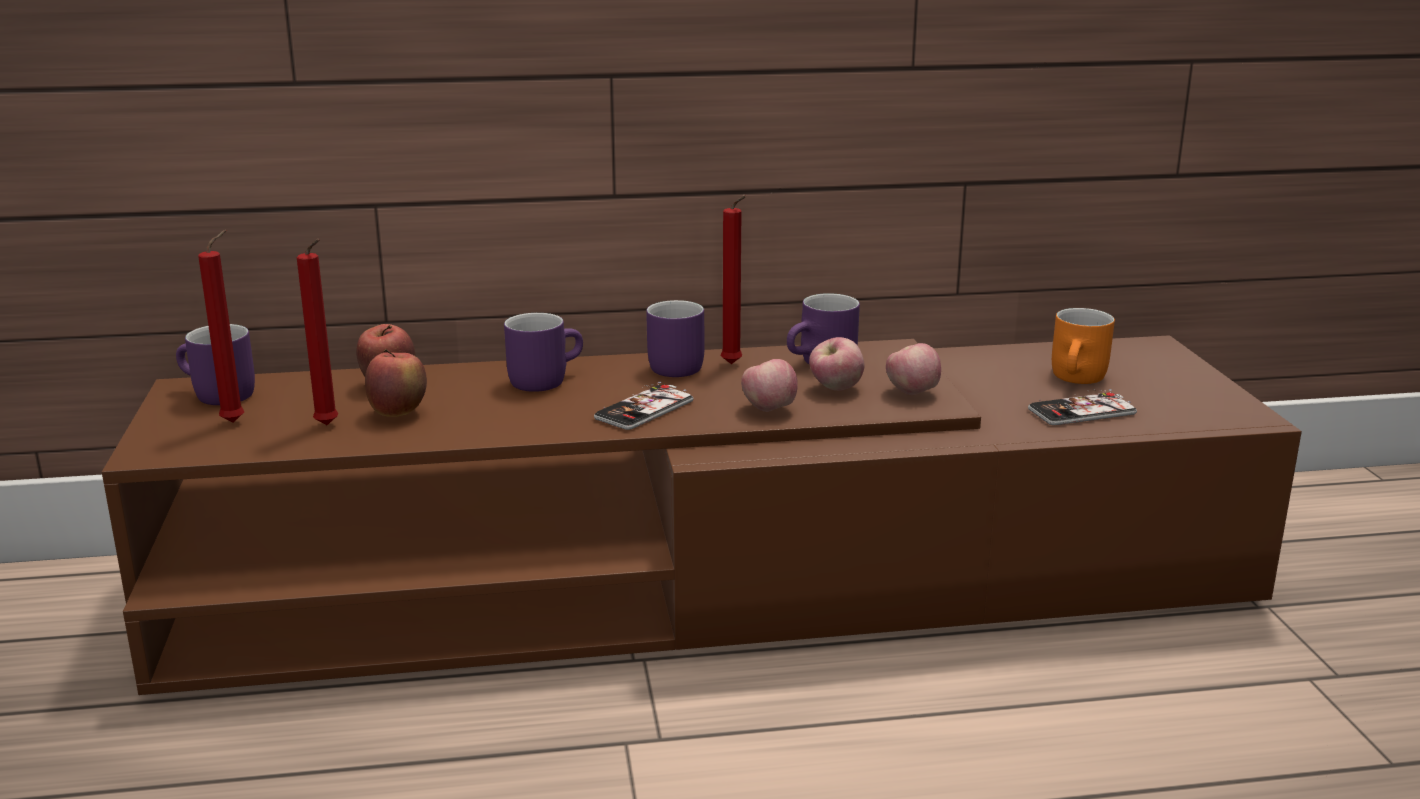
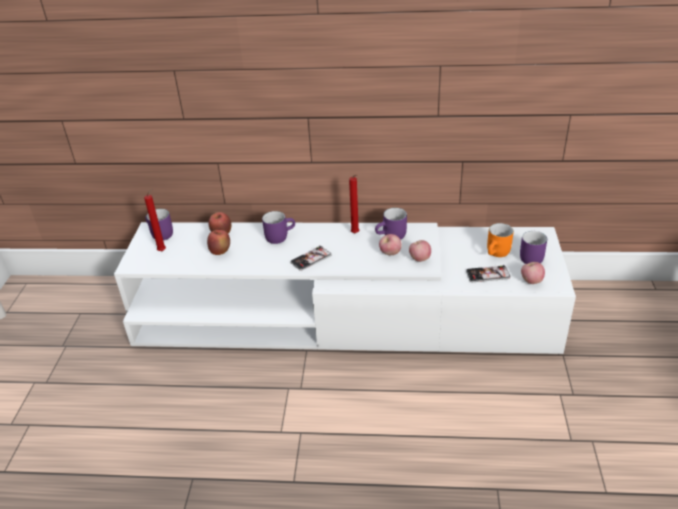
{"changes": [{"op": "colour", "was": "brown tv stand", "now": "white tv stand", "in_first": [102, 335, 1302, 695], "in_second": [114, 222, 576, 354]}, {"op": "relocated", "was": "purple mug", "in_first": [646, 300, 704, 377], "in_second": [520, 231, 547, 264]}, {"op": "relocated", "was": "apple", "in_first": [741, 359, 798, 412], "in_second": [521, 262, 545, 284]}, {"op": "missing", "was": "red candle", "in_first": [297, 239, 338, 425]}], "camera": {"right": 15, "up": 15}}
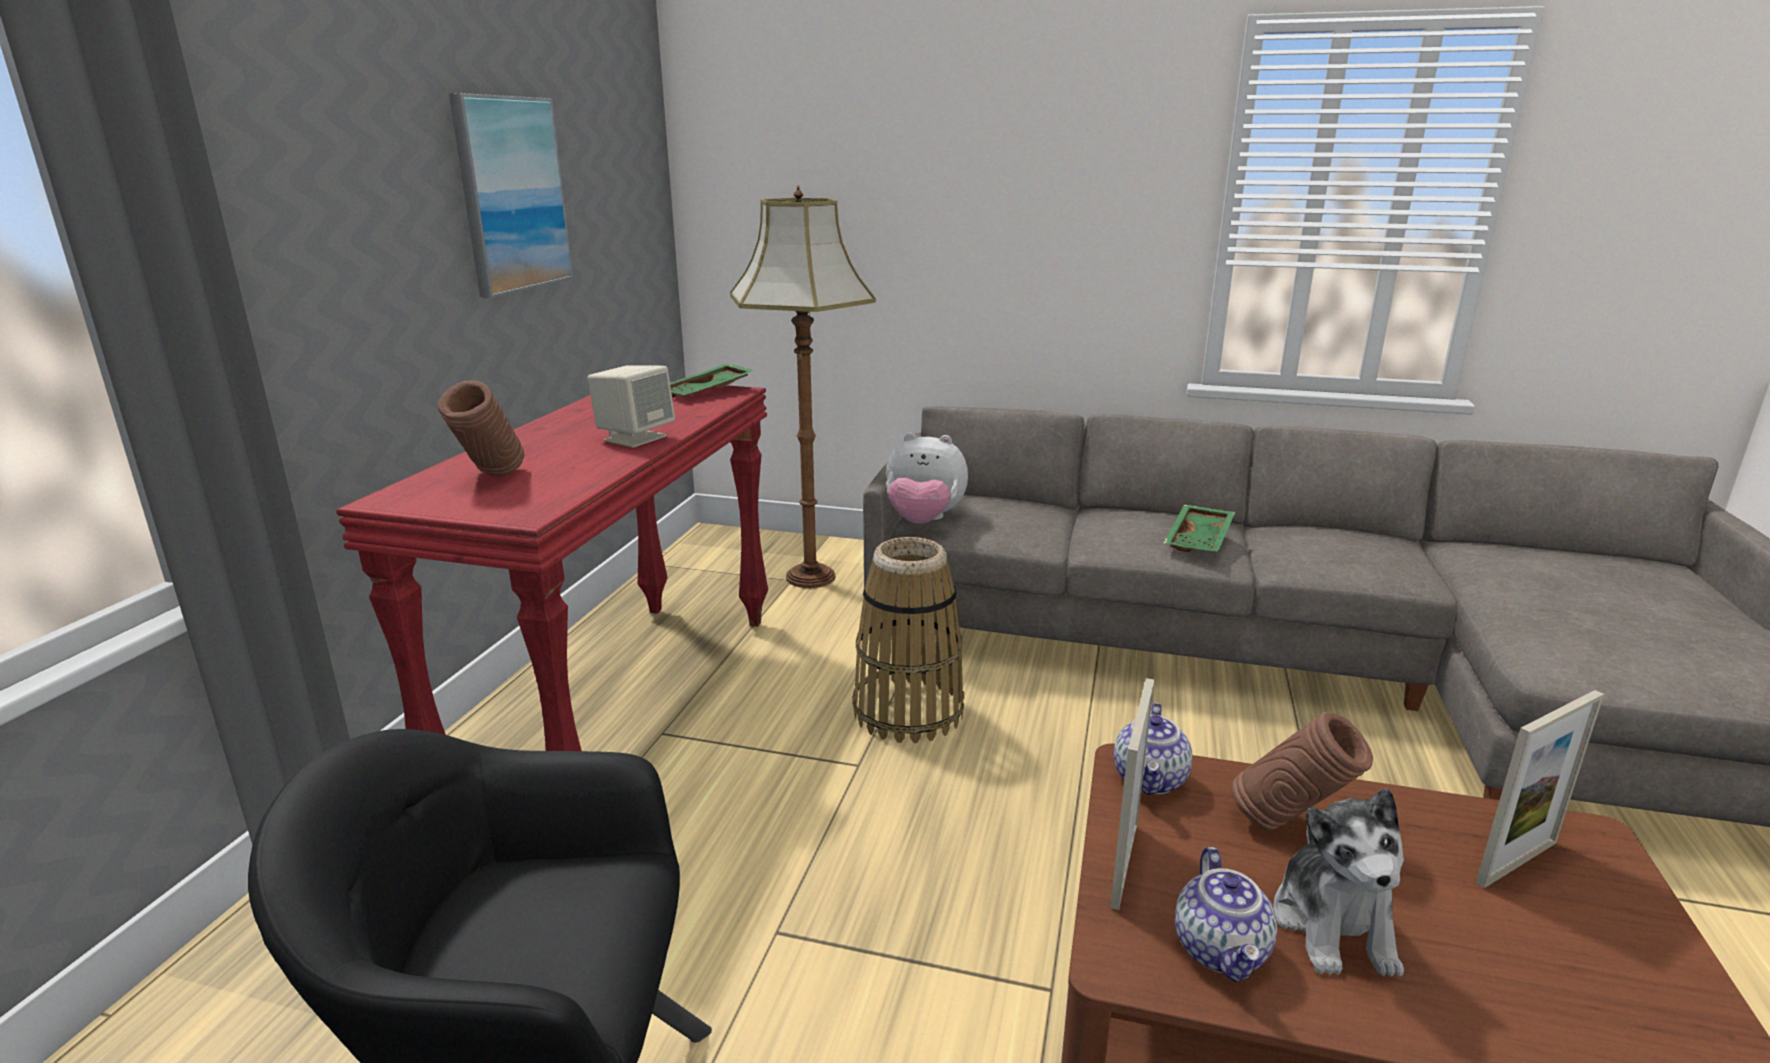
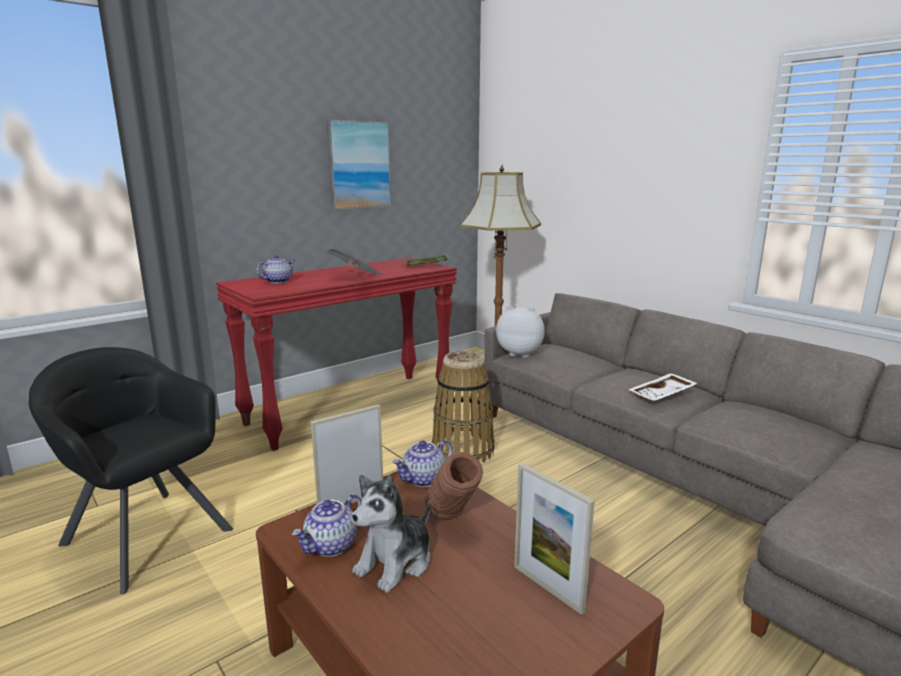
{"changes": [{"op": "exchanged", "was": "brown vase", "now": "teapot", "in_first": [437, 380, 524, 476], "in_second": [256, 255, 296, 283]}, {"op": "exchanged", "was": "beige speaker", "now": "newspaper", "in_first": [588, 365, 675, 448], "in_second": [327, 249, 382, 274]}, {"op": "spun", "was": "plush toy", "in_first": [886, 433, 968, 524], "in_second": [496, 305, 545, 357], "clockwise": 150}, {"op": "spun", "was": "picture frame", "in_first": [1476, 690, 1604, 888], "in_second": [514, 463, 595, 615], "clockwise": 45}, {"op": "colour", "was": "green tray", "now": "white tray", "in_first": [1164, 505, 1235, 552], "in_second": [628, 373, 698, 401]}], "camera": {"right": 35, "up": -5}}
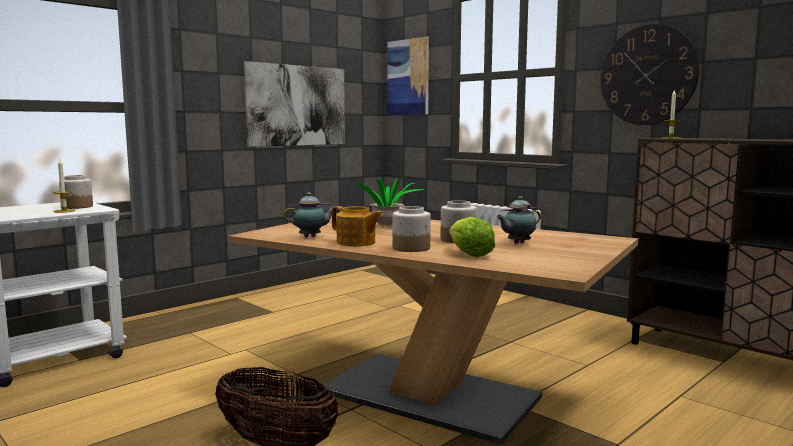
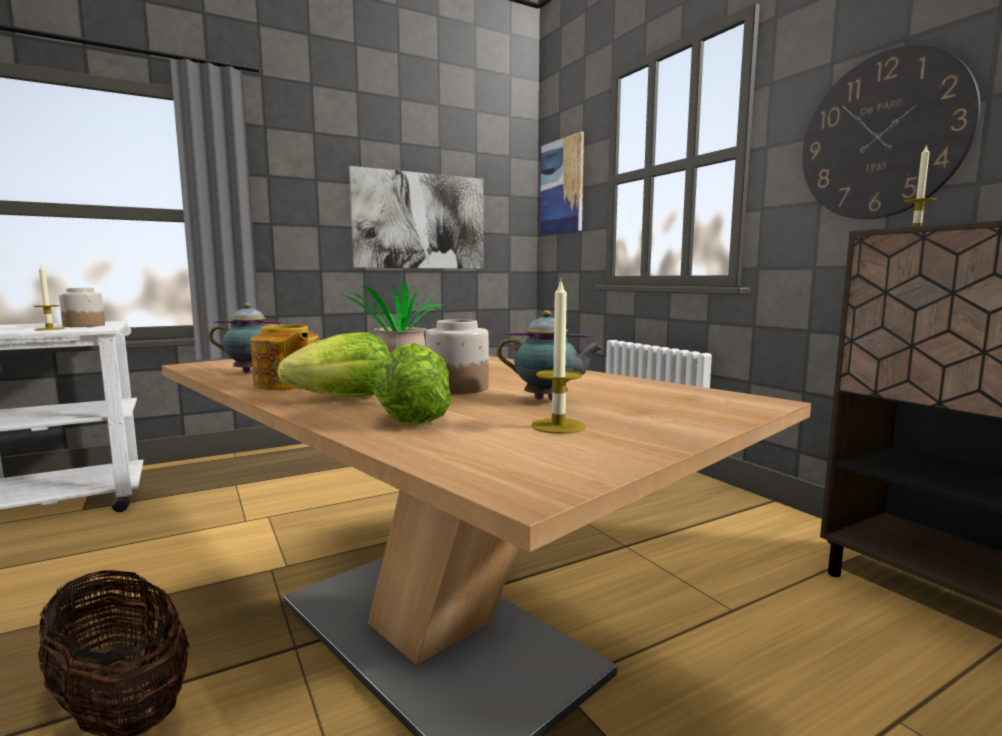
{"changes": [{"op": "exchanged", "was": "jar", "now": "lettuce", "in_first": [392, 206, 431, 252], "in_second": [277, 332, 390, 397]}, {"op": "spun", "was": "teapot", "in_first": [496, 196, 541, 244], "in_second": [497, 310, 603, 400], "clockwise": -150}, {"op": "appeared", "now": "candle", "in_second": [531, 281, 586, 434]}], "camera": {"right": 15, "up": 0}}
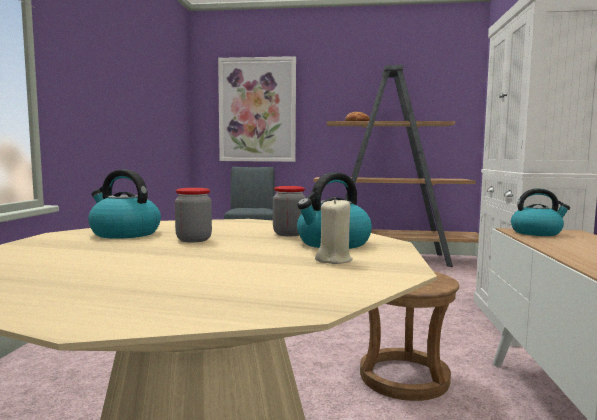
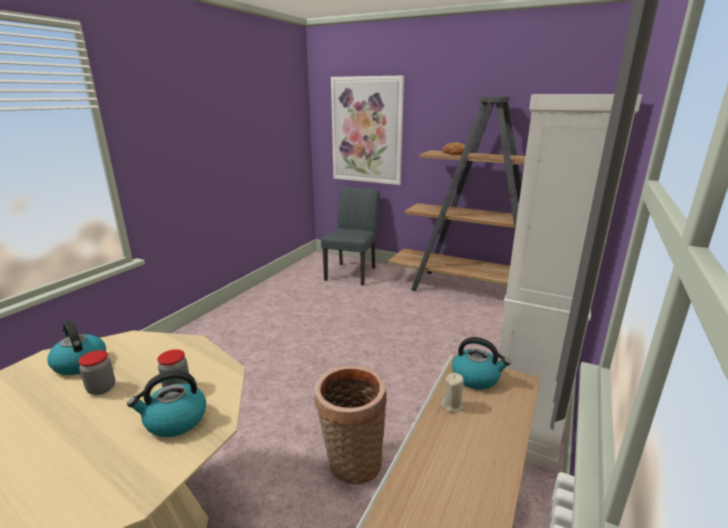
{"changes": [{"op": "exchanged", "was": "brown stool", "now": "basket", "in_first": [360, 271, 459, 401], "in_second": [314, 366, 387, 485]}, {"op": "relocated", "was": "beige candle", "in_first": [315, 197, 353, 264], "in_second": [441, 373, 464, 413]}], "camera": {"right": 20, "up": 15}}
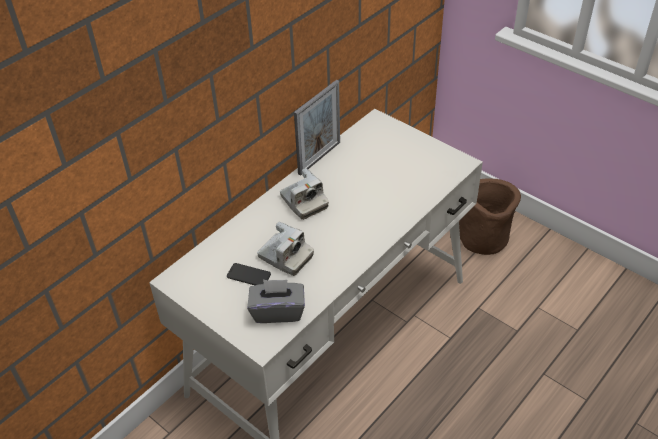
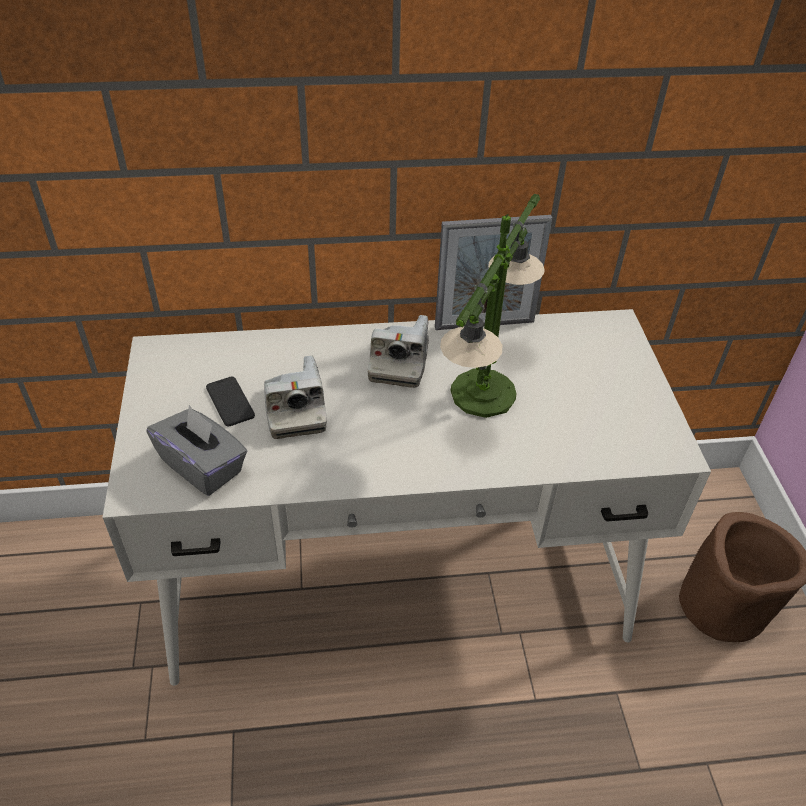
{"changes": [{"op": "appeared", "now": "table lamp", "in_second": [440, 194, 545, 418]}], "camera": {"right": 40, "up": 0}}
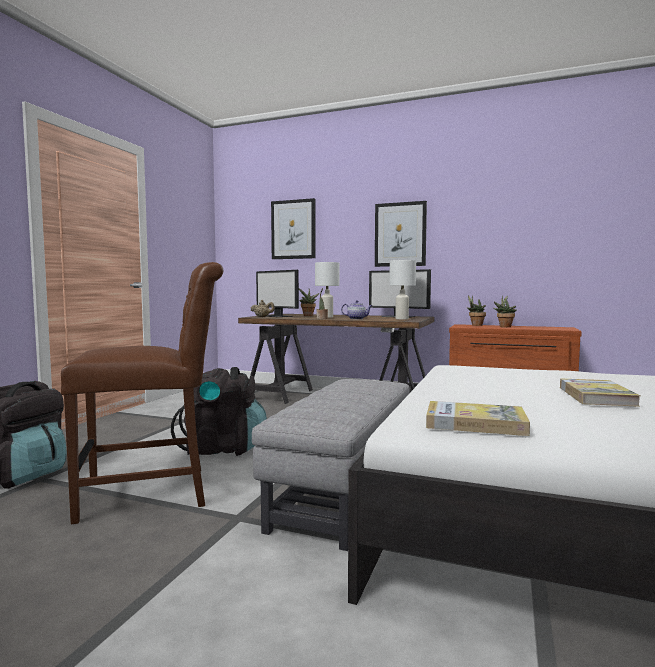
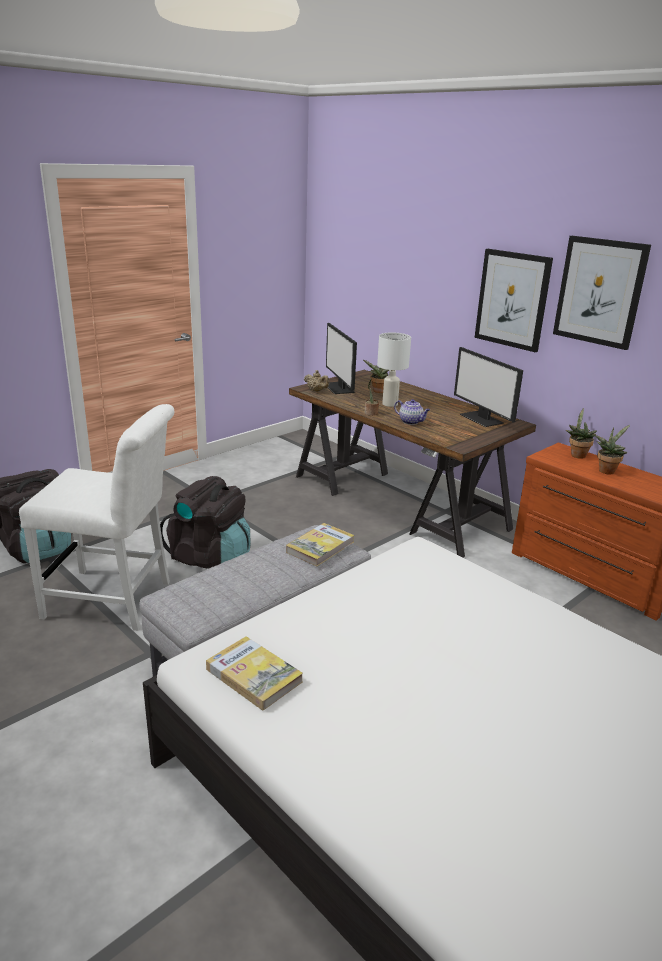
{"changes": [{"op": "colour", "was": "brown chair", "now": "white chair", "in_first": [61, 262, 223, 524], "in_second": [19, 404, 174, 631]}, {"op": "relocated", "was": "book", "in_first": [560, 379, 641, 407], "in_second": [286, 523, 354, 566]}, {"op": "relocated", "was": "picture", "in_first": [271, 198, 316, 259], "in_second": [553, 236, 651, 350]}, {"op": "missing", "was": "white table lamp", "in_first": [389, 260, 416, 320]}], "camera": {"right": 25, "up": 20}}
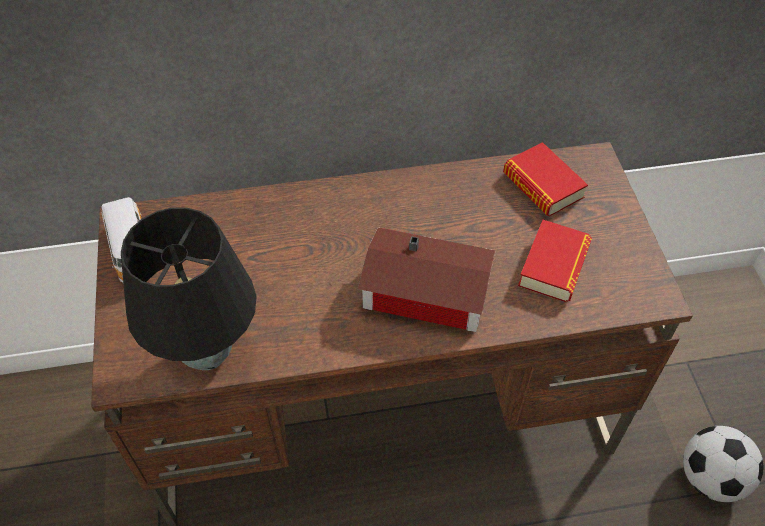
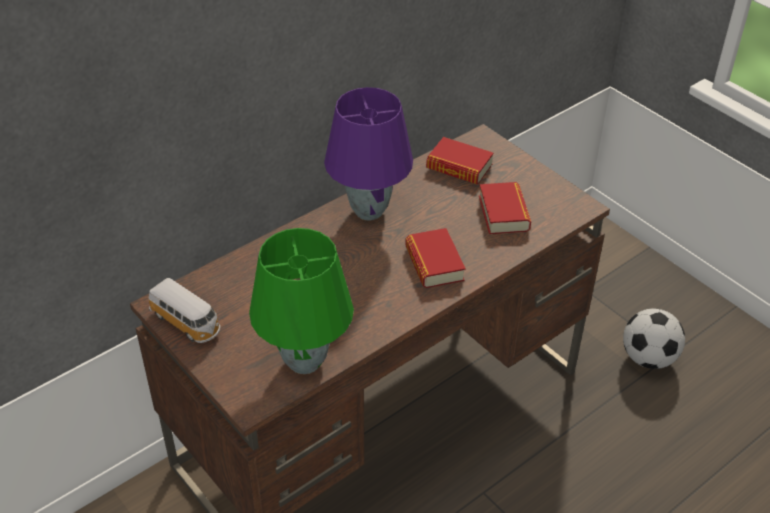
{"changes": [{"op": "colour", "was": "black table lamp", "now": "green table lamp", "in_first": [121, 208, 257, 370], "in_second": [249, 228, 354, 374]}, {"op": "appeared", "now": "purple table lamp", "in_second": [324, 87, 413, 221]}, {"op": "exchanged", "was": "toy house", "now": "book", "in_first": [358, 227, 496, 332], "in_second": [405, 228, 466, 288]}], "camera": {"right": -30, "up": -10}}
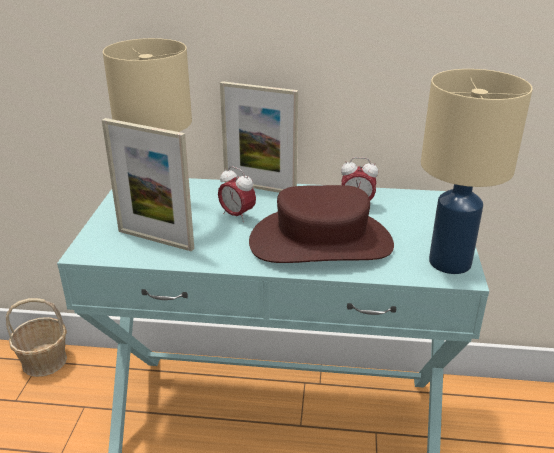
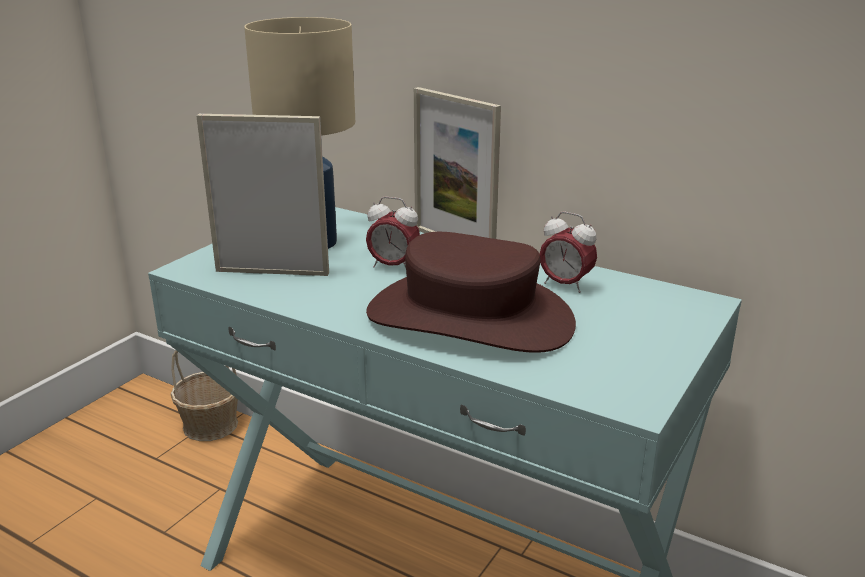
{"changes": [{"op": "spun", "was": "picture frame", "in_first": [102, 118, 194, 251], "in_second": [196, 114, 329, 276], "clockwise": 135}, {"op": "spun", "was": "alarm clock", "in_first": [218, 166, 256, 223], "in_second": [366, 196, 420, 268], "clockwise": -45}, {"op": "missing", "was": "beige table lamp", "in_first": [421, 69, 533, 274]}], "camera": {"right": 25, "up": -5}}
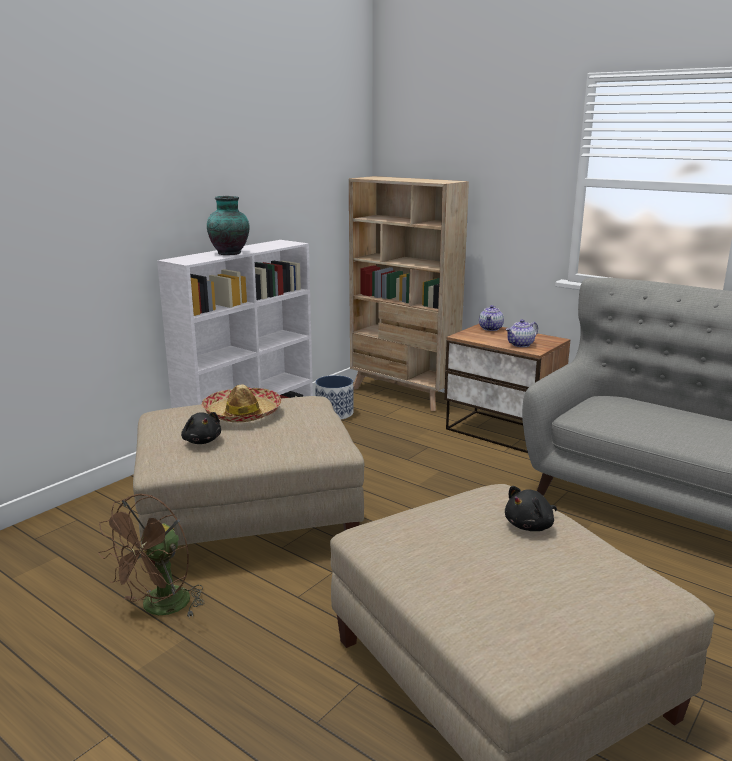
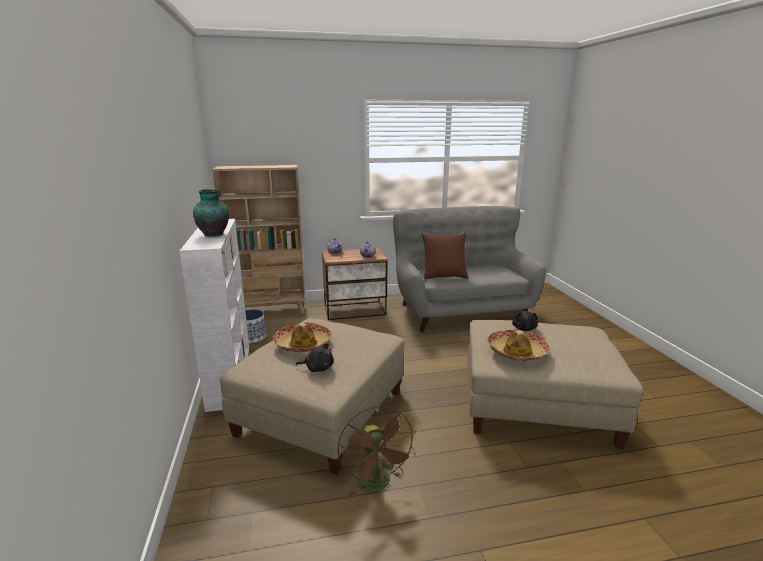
{"changes": [{"op": "appeared", "now": "brown pillow", "in_second": [421, 232, 468, 279]}, {"op": "appeared", "now": "hat", "in_second": [487, 330, 550, 361]}], "camera": {"right": -50, "up": 0}}
